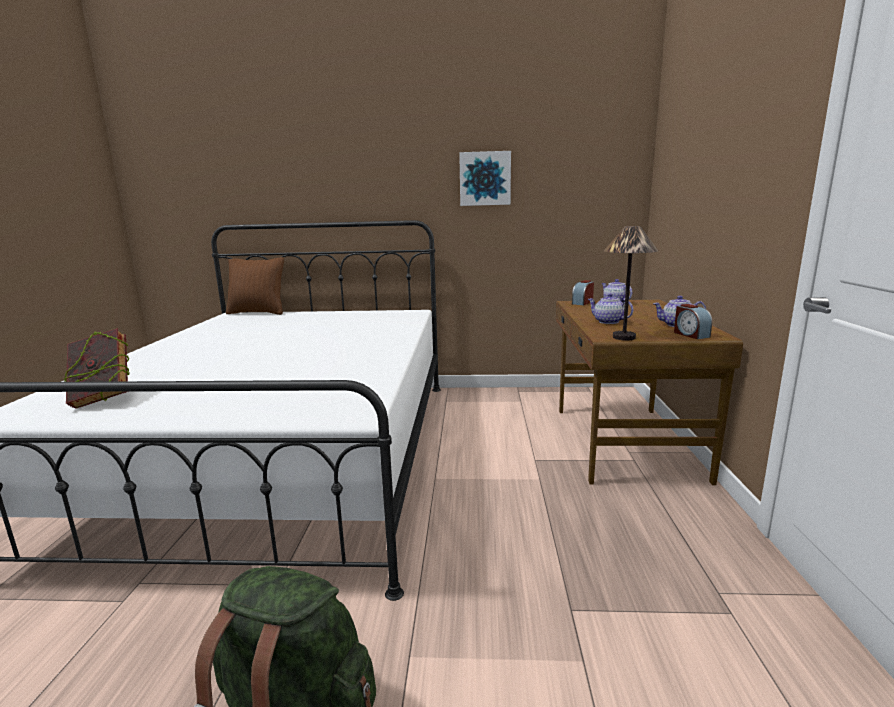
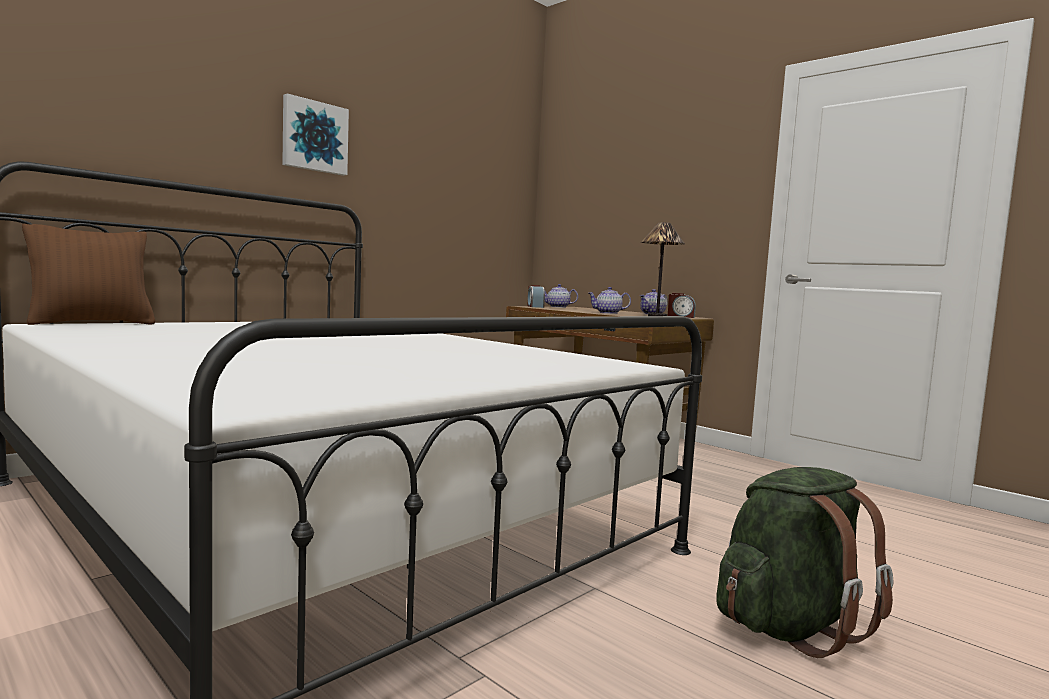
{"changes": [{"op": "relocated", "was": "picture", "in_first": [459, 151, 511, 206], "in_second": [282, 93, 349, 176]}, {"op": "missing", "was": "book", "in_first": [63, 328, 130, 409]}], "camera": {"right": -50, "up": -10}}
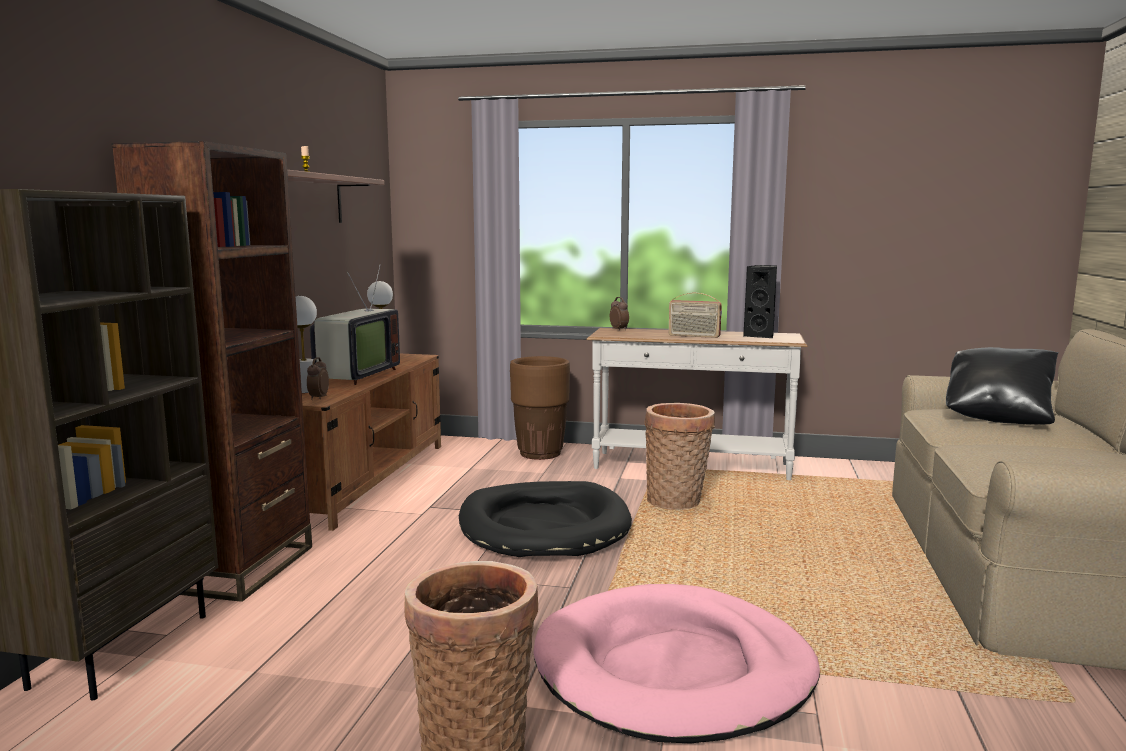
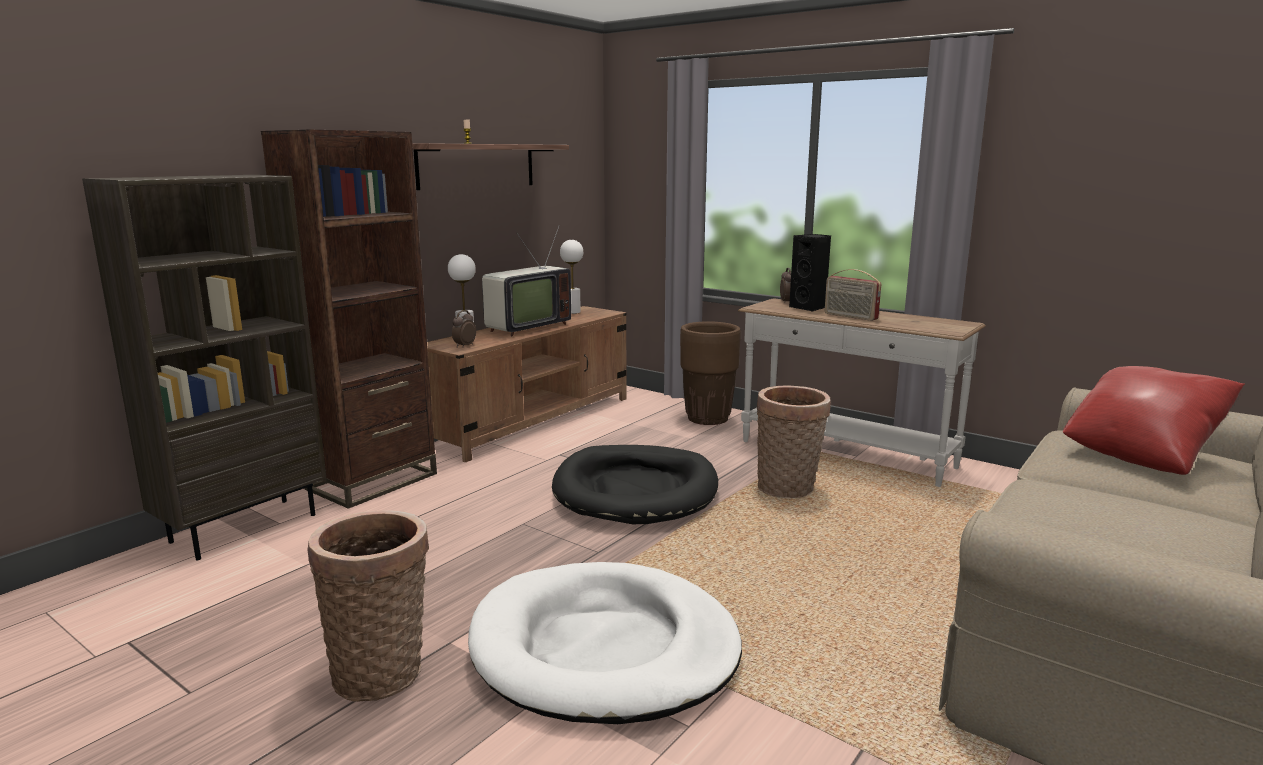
{"changes": [{"op": "colour", "was": "pink dog bed", "now": "white dog bed", "in_first": [533, 584, 820, 743], "in_second": [468, 562, 742, 724]}, {"op": "relocated", "was": "black speaker", "in_first": [743, 265, 777, 338], "in_second": [789, 234, 831, 311]}, {"op": "colour", "was": "black pillow", "now": "red pillow", "in_first": [946, 347, 1059, 425], "in_second": [1063, 366, 1245, 475]}], "camera": {"right": 25, "up": 5}}
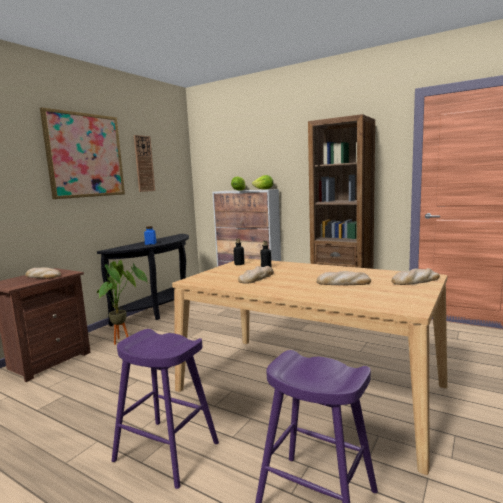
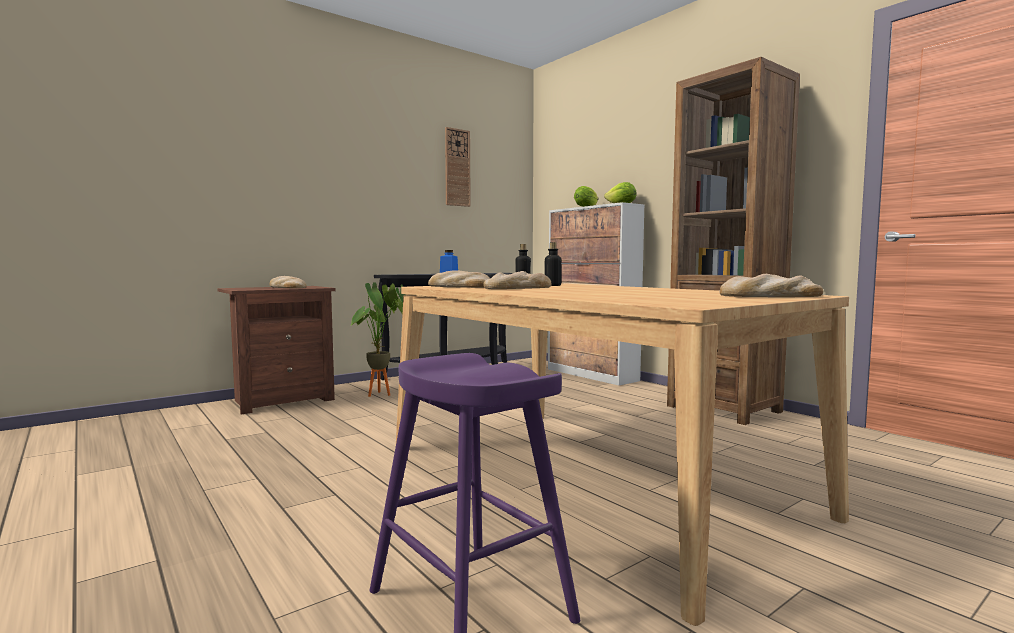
{"changes": [{"op": "relocated", "was": "bread", "in_first": [317, 271, 371, 285], "in_second": [428, 270, 490, 288]}, {"op": "missing", "was": "picture", "in_first": [40, 107, 125, 199]}, {"op": "missing", "was": "purple stool", "in_first": [112, 329, 219, 489]}], "camera": {"right": 20, "up": -5}}
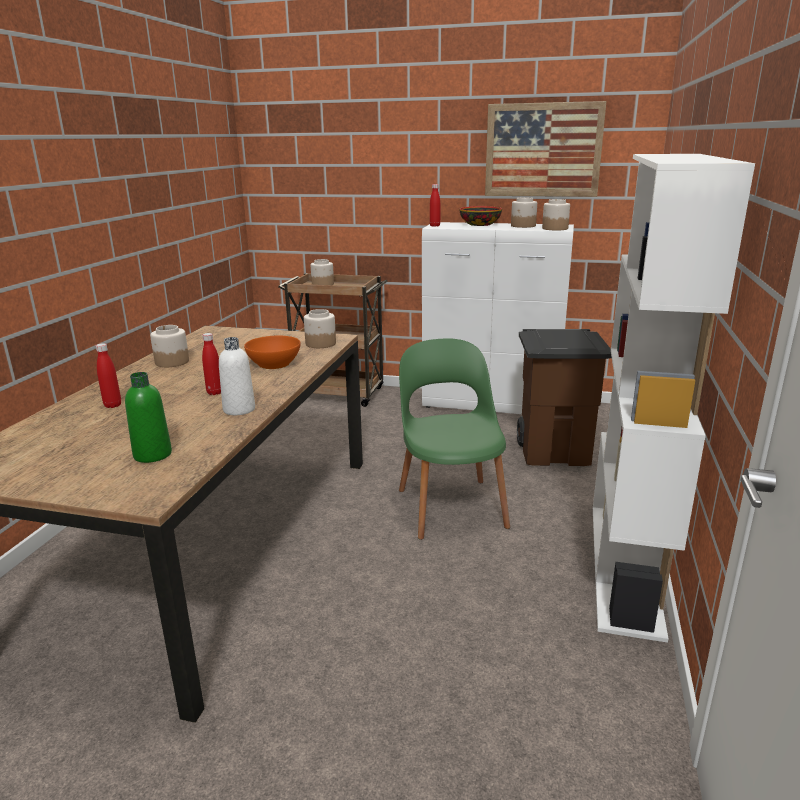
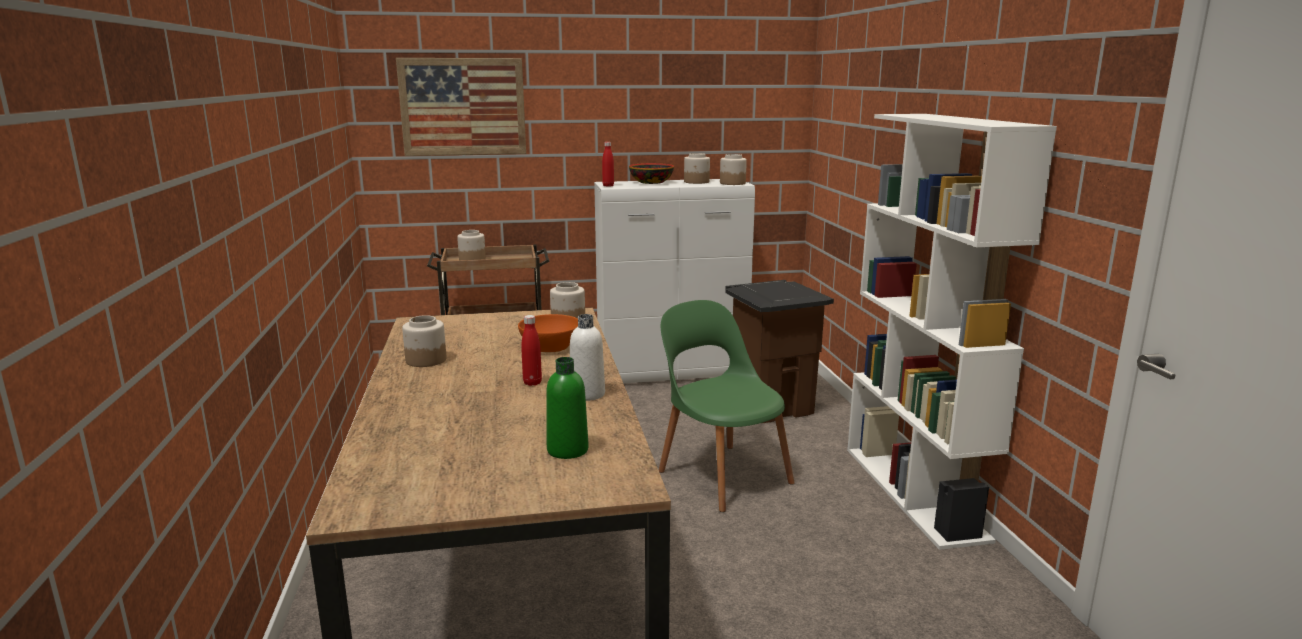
{"changes": [{"op": "relocated", "was": "picture", "in_first": [485, 101, 606, 197], "in_second": [396, 58, 526, 156]}, {"op": "missing", "was": "red bottle", "in_first": [96, 343, 121, 408]}], "camera": {"right": -25, "up": -5}}
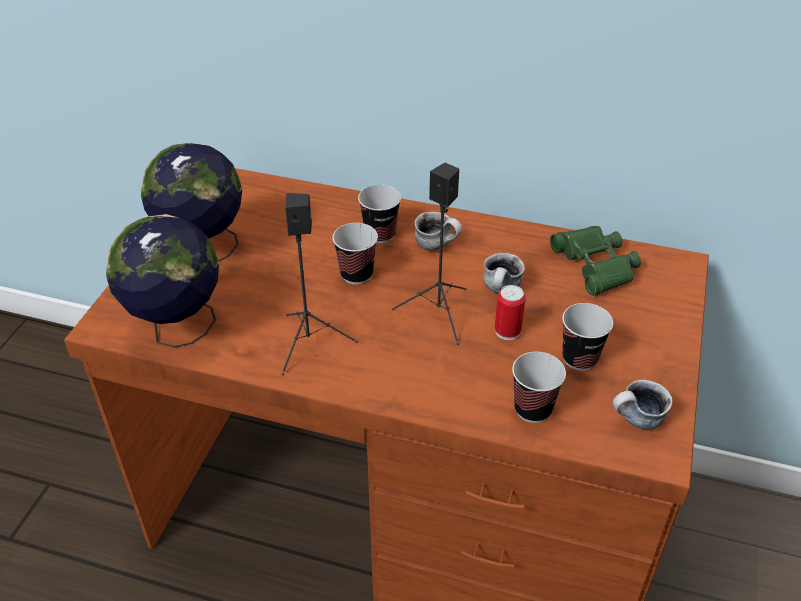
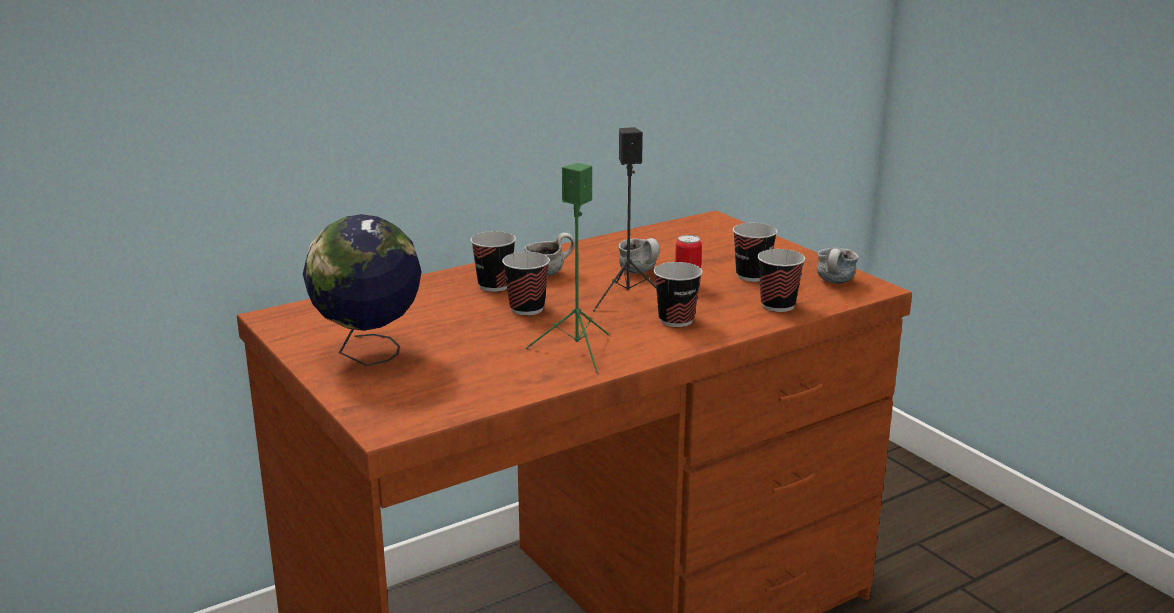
{"changes": [{"op": "colour", "was": "black speaker", "now": "green speaker", "in_first": [281, 193, 358, 375], "in_second": [526, 163, 609, 373]}, {"op": "appeared", "now": "cup", "in_second": [654, 262, 703, 327]}, {"op": "missing", "was": "globe", "in_first": [106, 214, 219, 348]}, {"op": "missing", "was": "green binoculars", "in_first": [550, 226, 641, 296]}], "camera": {"right": -50, "up": -20}}
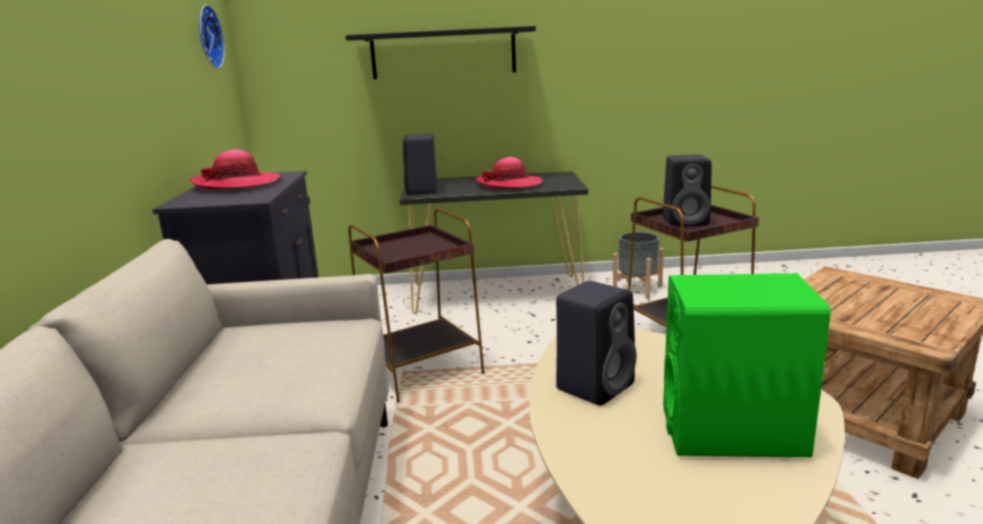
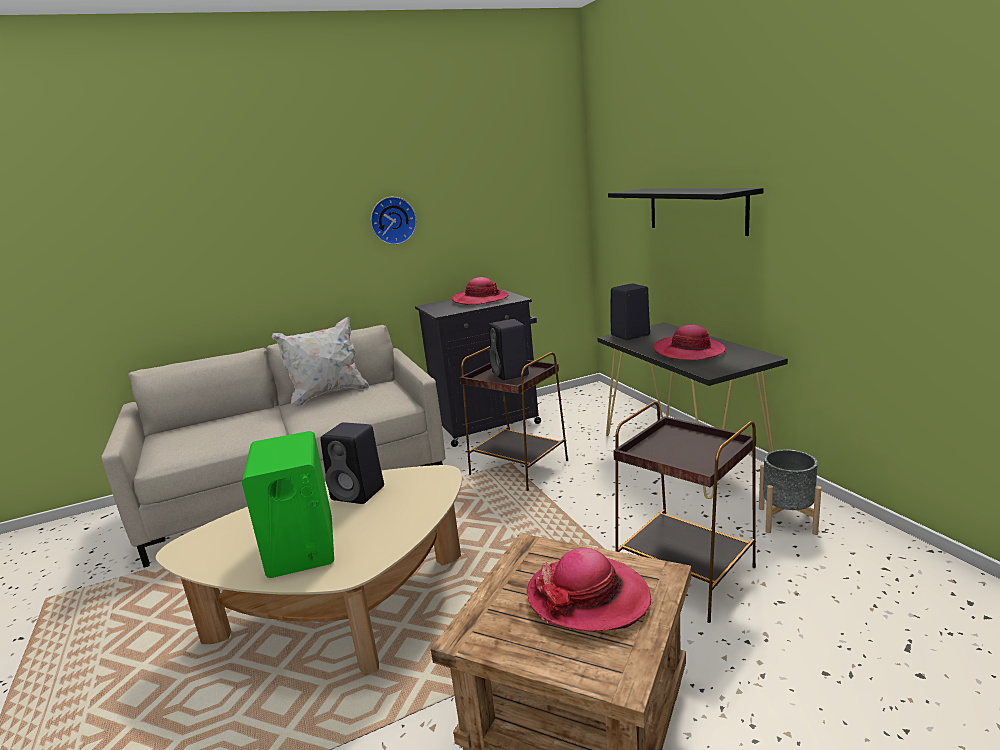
{"changes": [{"op": "appeared", "now": "white pillow", "in_second": [272, 317, 369, 407]}, {"op": "relocated", "was": "wall clock", "in_first": [199, 5, 225, 69], "in_second": [371, 197, 417, 245]}, {"op": "relocated", "was": "black speaker", "in_first": [663, 154, 712, 227], "in_second": [489, 319, 529, 380]}, {"op": "appeared", "now": "hat", "in_second": [527, 548, 651, 632]}], "camera": {"right": 70, "up": 0}}
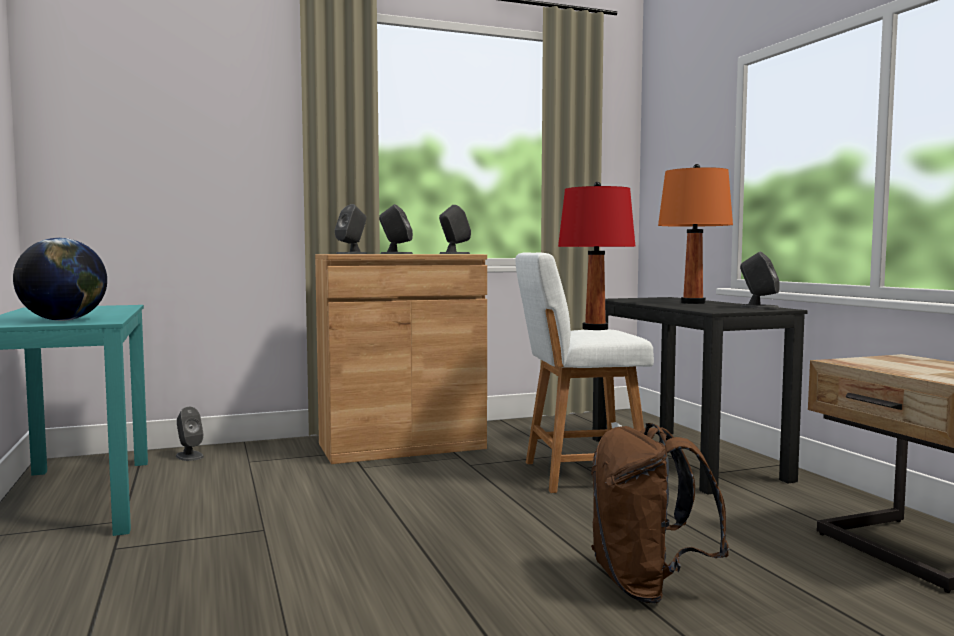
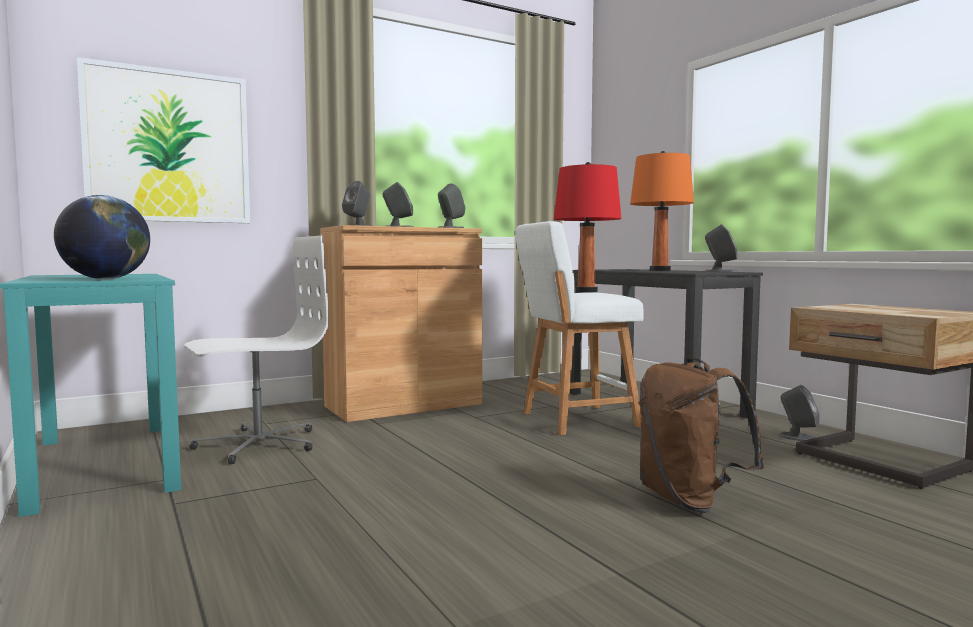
{"changes": [{"op": "appeared", "now": "picture", "in_second": [77, 57, 250, 223]}, {"op": "appeared", "now": "white office chair", "in_second": [184, 235, 329, 464]}, {"op": "relocated", "was": "grey speaker", "in_first": [176, 407, 204, 461], "in_second": [780, 385, 820, 441]}], "camera": {"right": -10, "up": 0}}
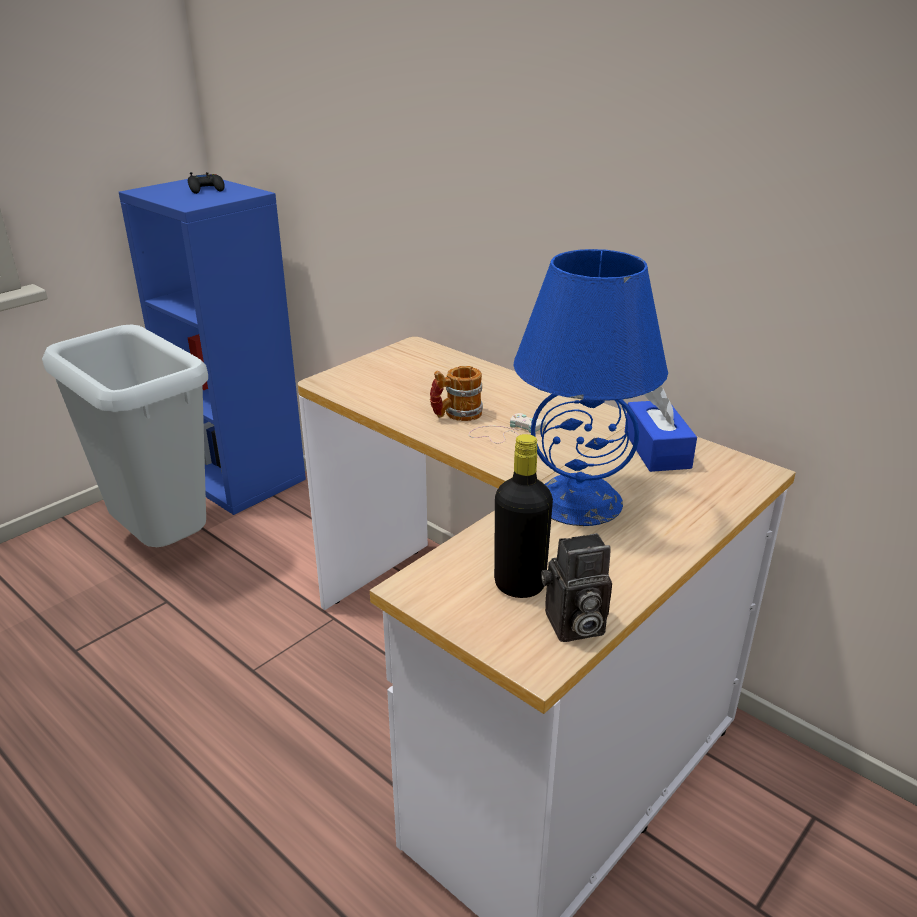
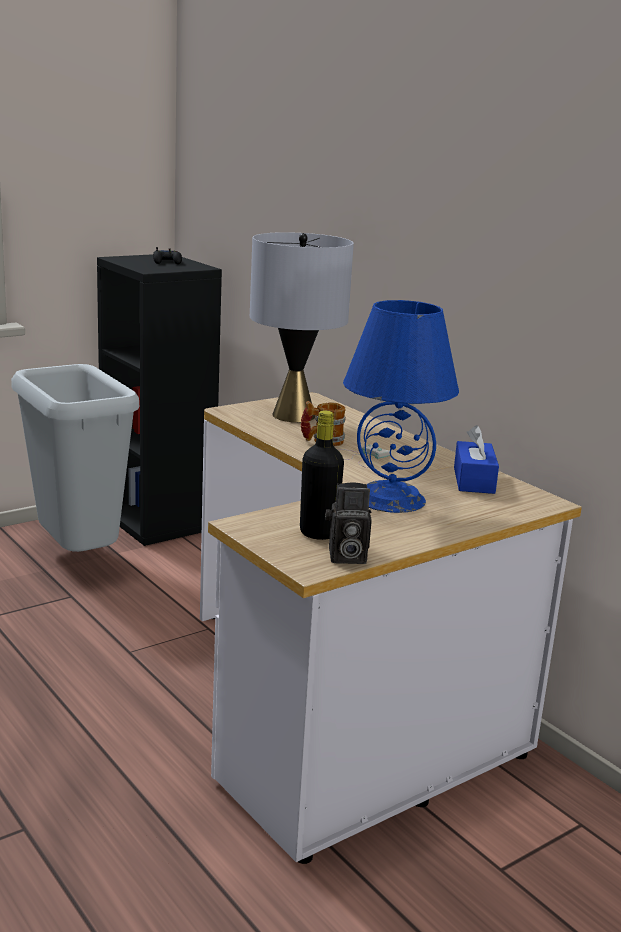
{"changes": [{"op": "colour", "was": "blue bookcase", "now": "black bookcase", "in_first": [119, 179, 306, 515], "in_second": [97, 254, 222, 546]}, {"op": "appeared", "now": "grey table lamp", "in_second": [250, 232, 354, 422]}], "camera": {"right": 10, "up": -10}}
